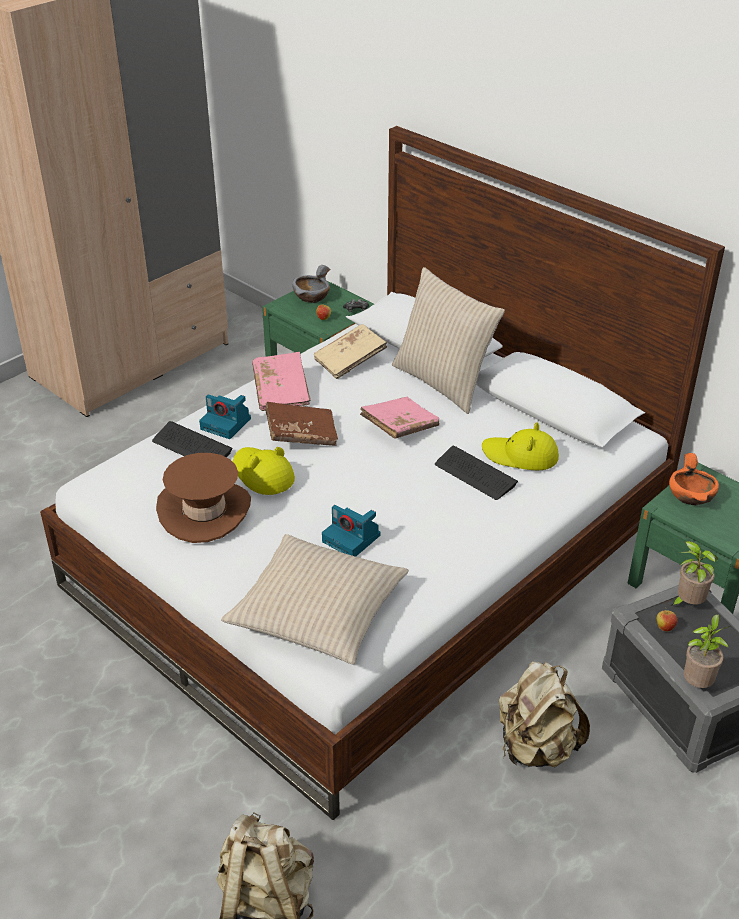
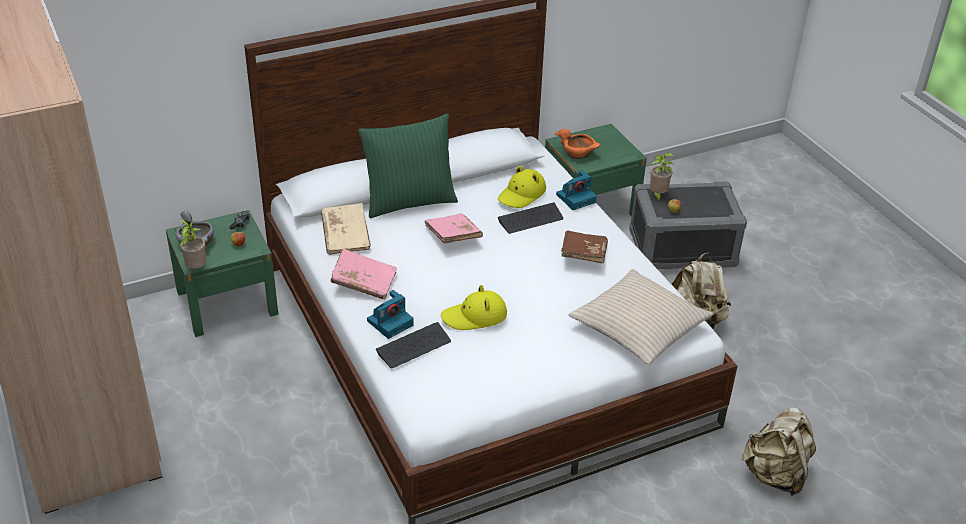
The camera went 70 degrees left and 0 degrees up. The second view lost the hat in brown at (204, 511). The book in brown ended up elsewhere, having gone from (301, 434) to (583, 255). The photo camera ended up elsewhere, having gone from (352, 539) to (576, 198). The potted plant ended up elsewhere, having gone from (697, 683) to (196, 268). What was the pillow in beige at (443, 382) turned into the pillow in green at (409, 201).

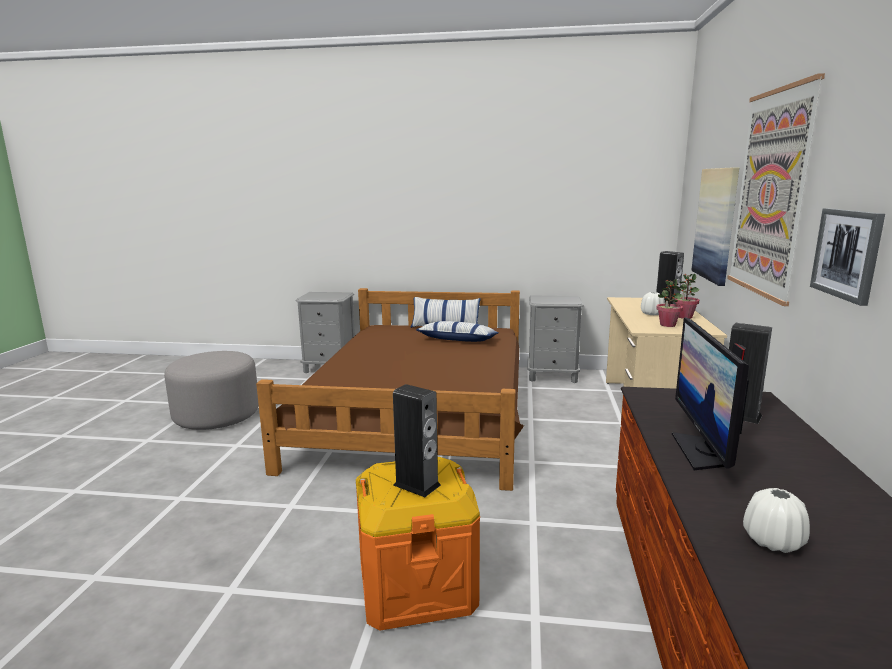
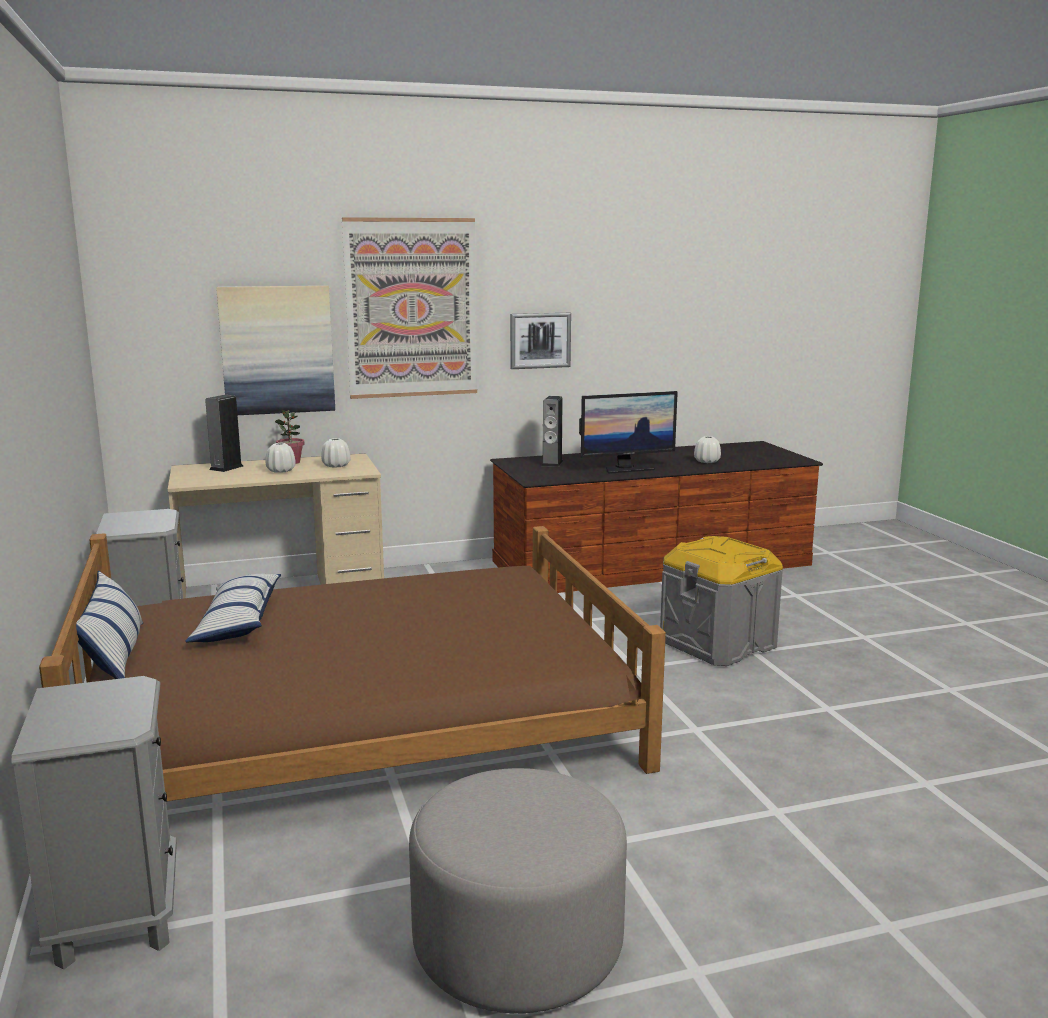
The camera went 115 degrees left and 0 degrees up. The second view lost the speaker at (417, 485). Where the potted plant stood at (667, 325), the vase in white came to stand at (336, 466). What was the storage box in orange at (417, 585) turned into the storage box in grey at (717, 643).

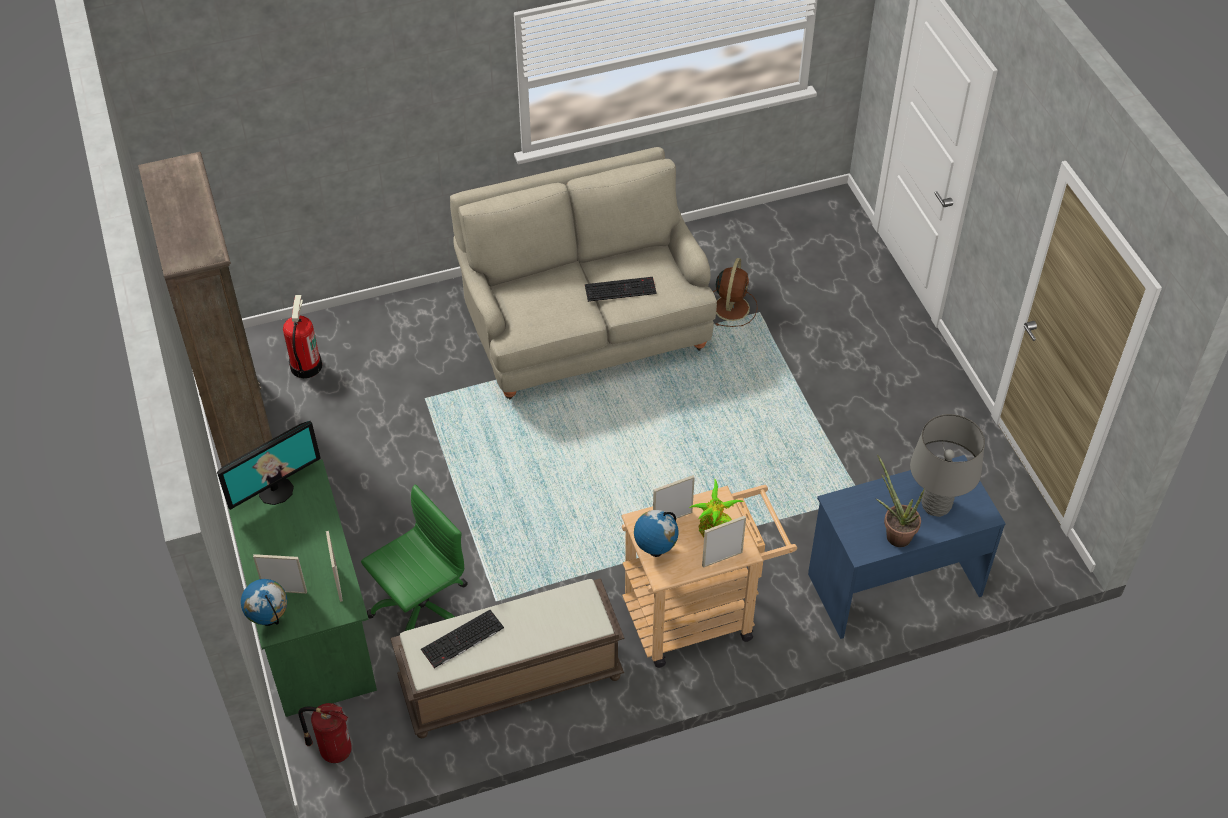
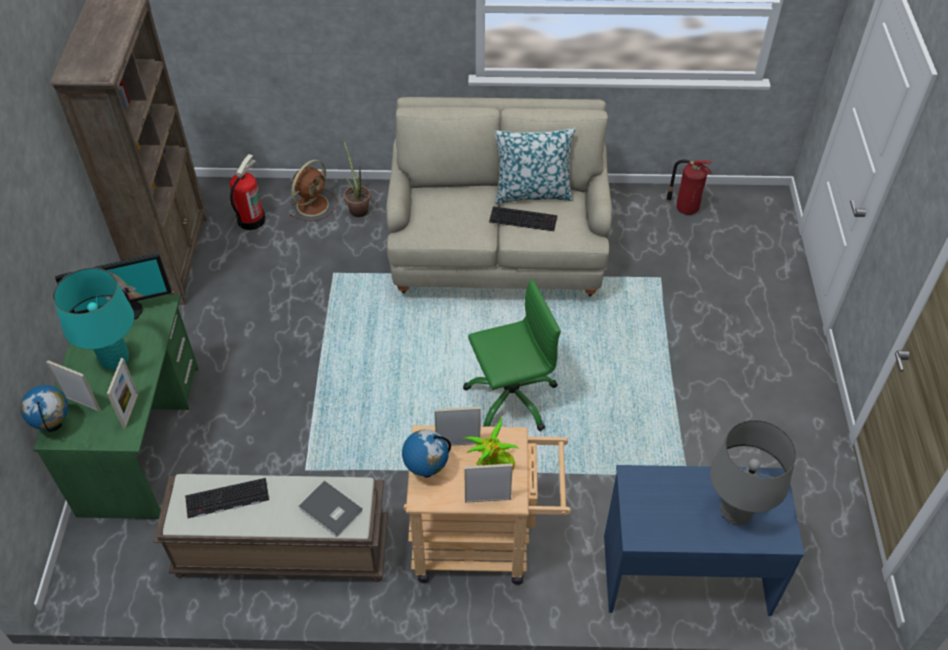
The camera went 20 degrees right and 0 degrees up. The second view gained the table lamp in turquoise at (115, 359). The second view gained the book in grey at (330, 511). The second view gained the pillow at (532, 192). The fire extinguisher ended up elsewhere, having gone from (334, 750) to (685, 207). The office chair in green ended up elsewhere, having gone from (422, 611) to (511, 398). The fan in brown ended up elsewhere, having gone from (732, 306) to (313, 204). The potted plant ended up elsewhere, having gone from (894, 533) to (357, 208).

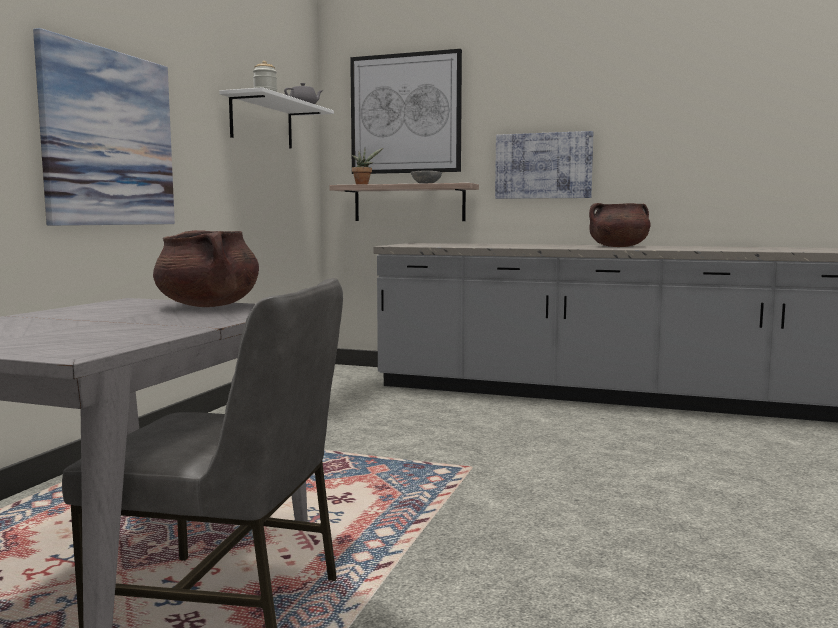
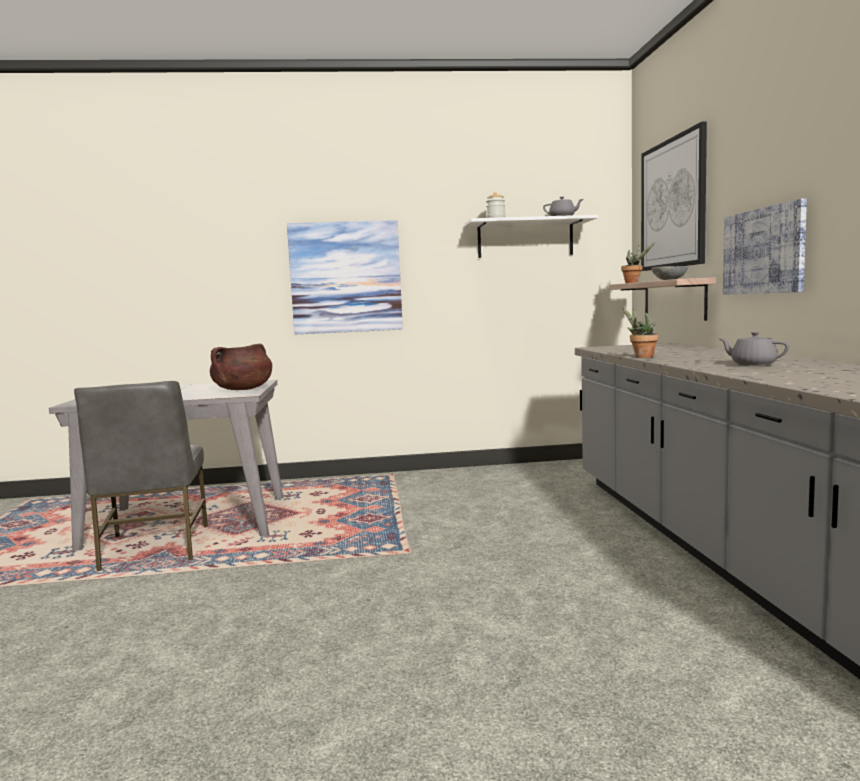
The camera went 65 degrees right and 0 degrees up. The second view gained the potted plant at (641, 357). Where the cooking pot in brown stood at (618, 247), the teapot in grey came to stand at (753, 364).

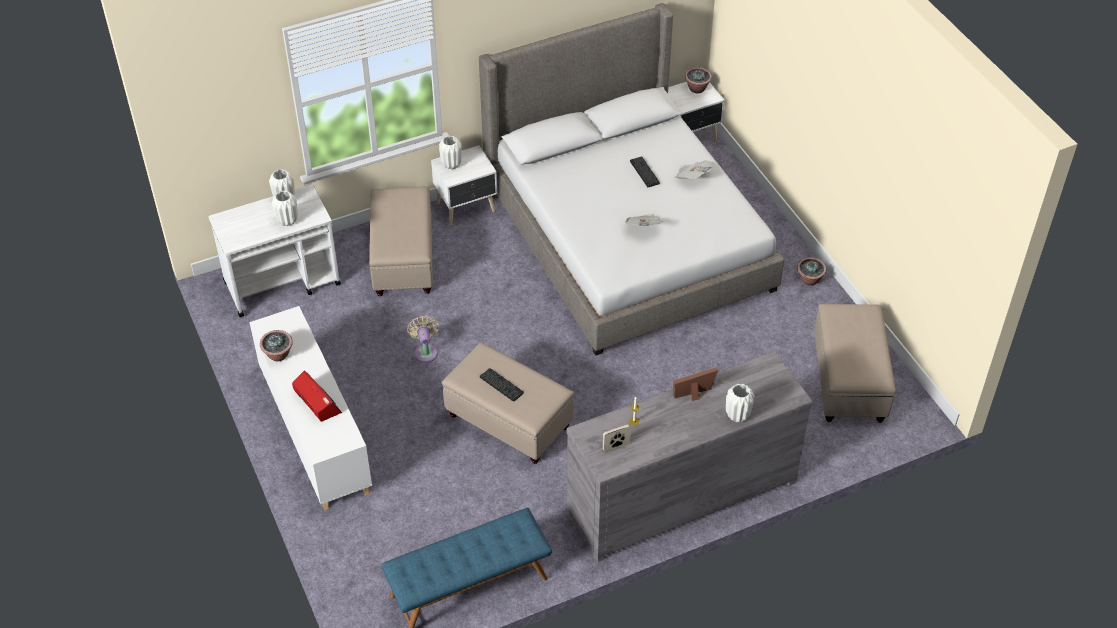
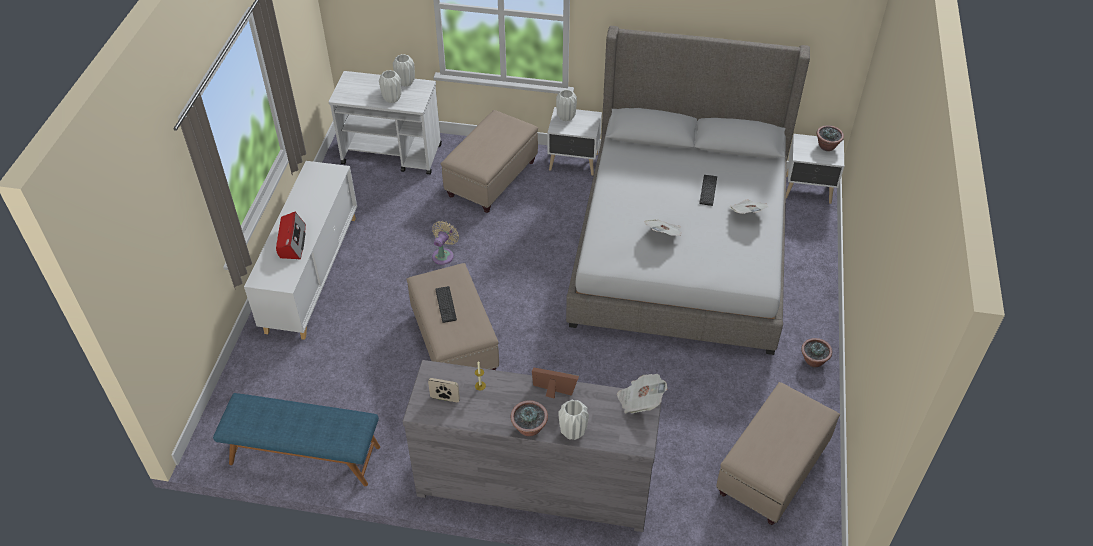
The camera went 35 degrees right and 0 degrees up. The second view gained the newspaper at (640, 401). The potted plant ended up elsewhere, having gone from (278, 355) to (529, 429).

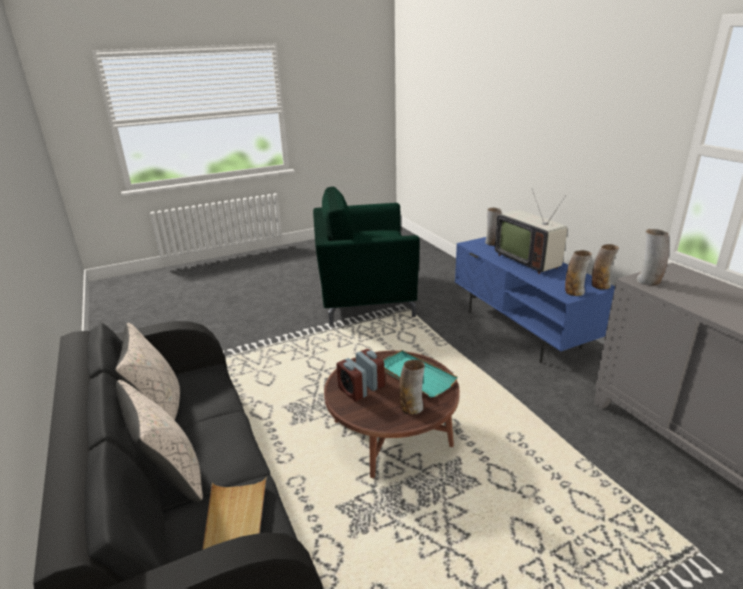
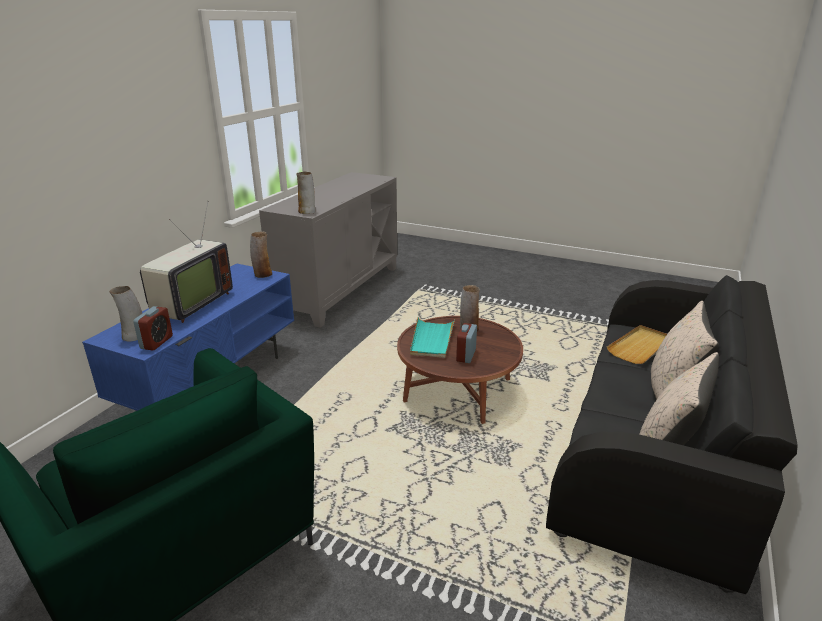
The camera went 130 degrees left and 0 degrees up. The second view lost the vase at (600, 286). The alarm clock ended up elsewhere, having gone from (352, 392) to (156, 342).

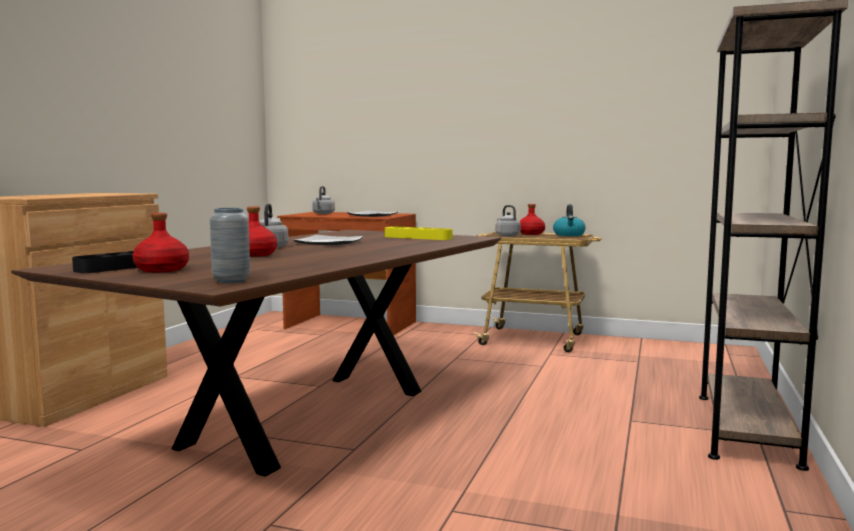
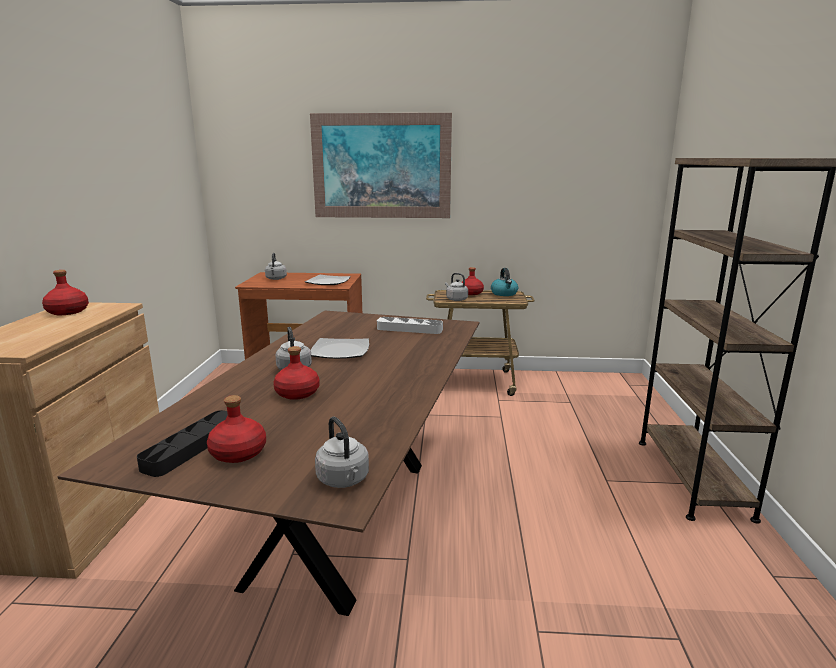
The camera went 15 degrees left and 10 degrees up. The second view gained the bottle in red at (67, 311). The second view gained the picture at (381, 166). Where the vase in grey stood at (231, 281), the kettle in grey came to stand at (344, 480). What was the tray in yellow at (418, 237) turned into the tray in grey at (409, 329).

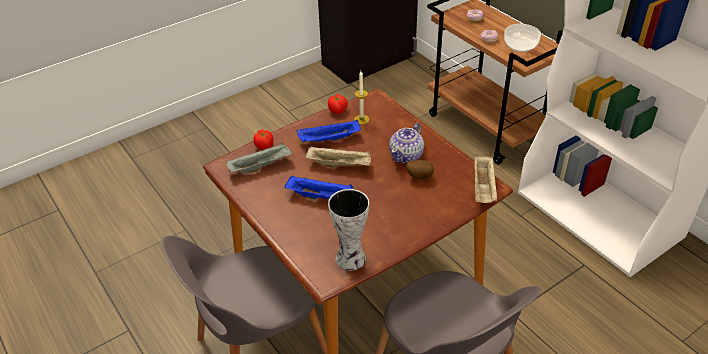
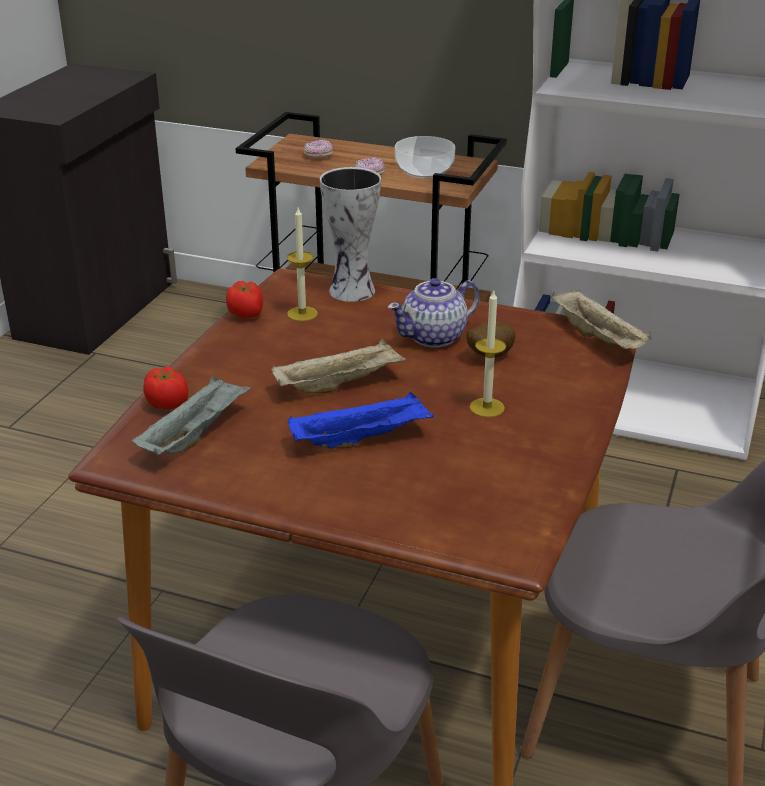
The camera went 35 degrees left and 10 degrees down. The second view lost the tray in blue at (328, 140). The second view gained the candle at (487, 407). The vase ended up elsewhere, having gone from (350, 260) to (353, 292). The teapot at (406, 155) ended up facing another way, 60 degrees clockwise from before.

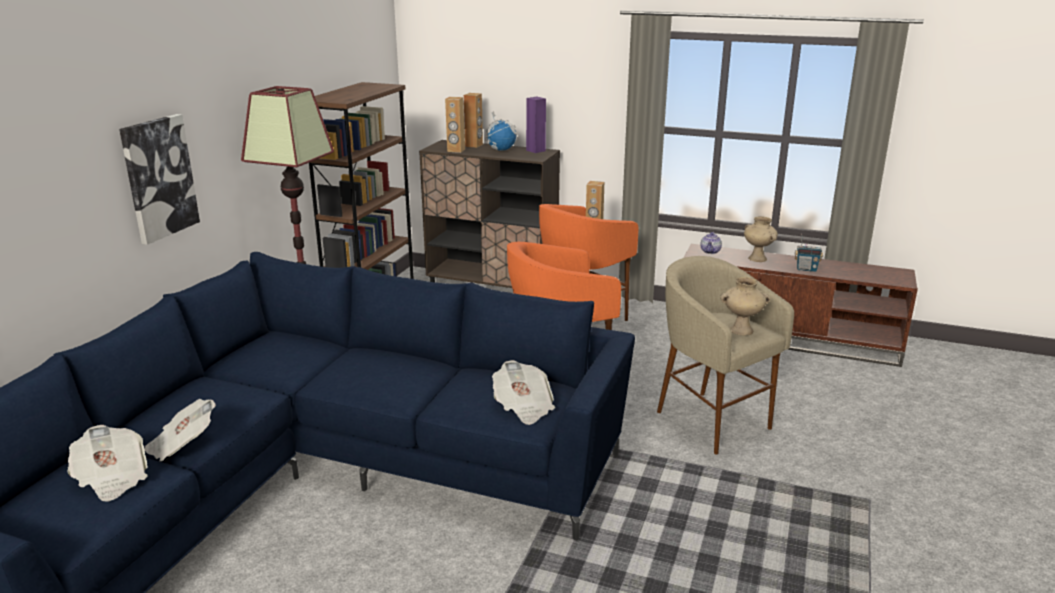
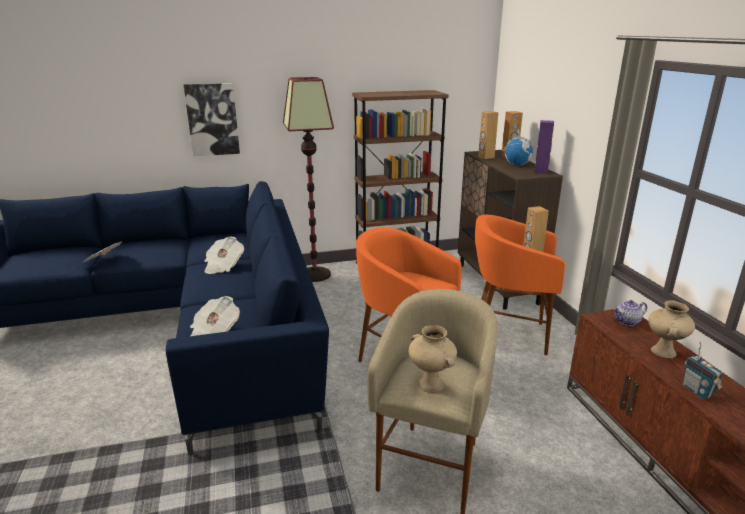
The camera went 55 degrees right and 0 degrees up. The newspaper ended up elsewhere, having gone from (112, 479) to (223, 266).

